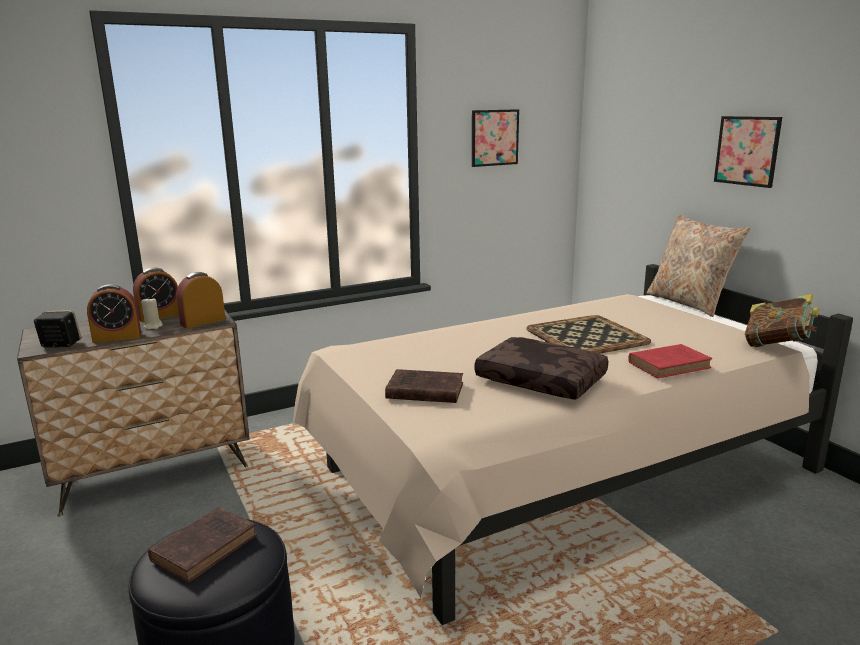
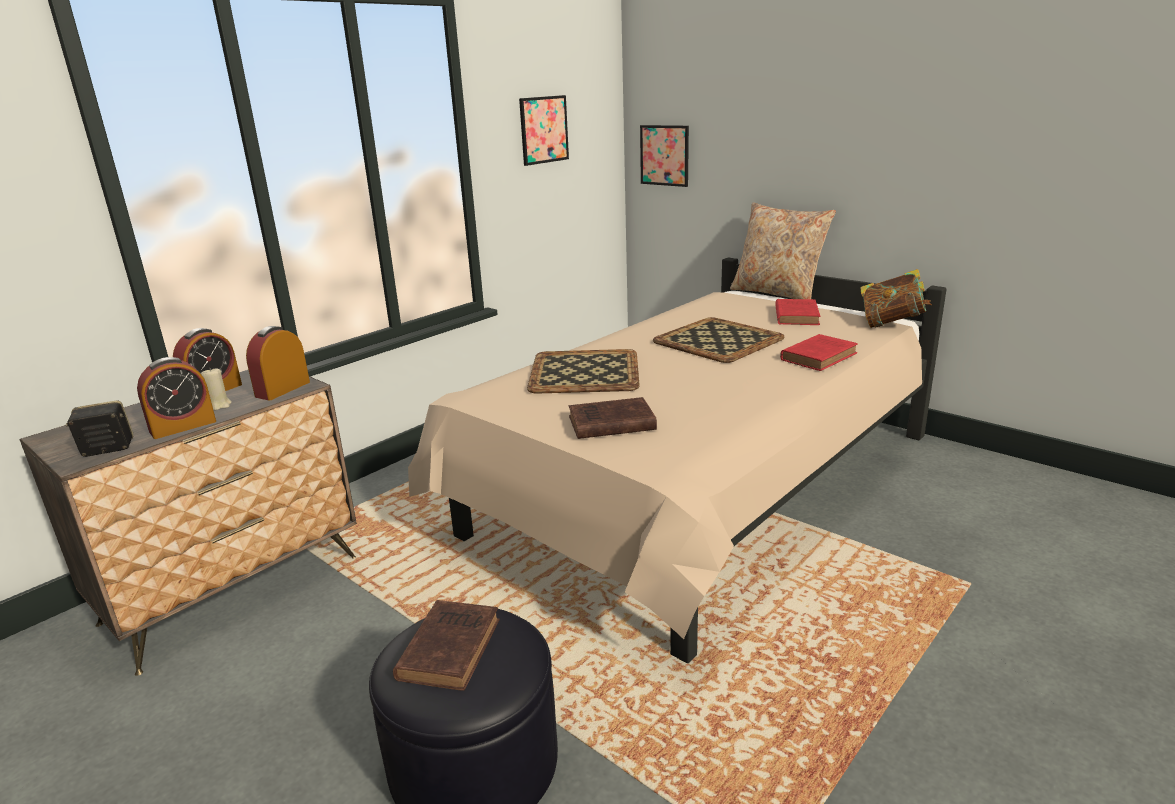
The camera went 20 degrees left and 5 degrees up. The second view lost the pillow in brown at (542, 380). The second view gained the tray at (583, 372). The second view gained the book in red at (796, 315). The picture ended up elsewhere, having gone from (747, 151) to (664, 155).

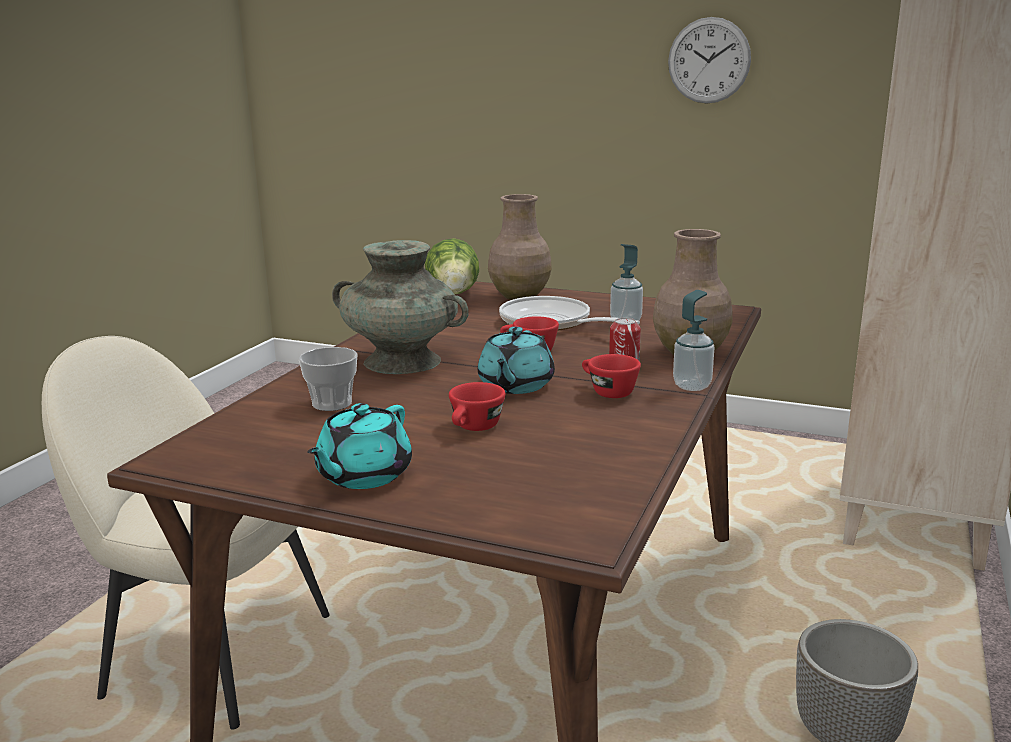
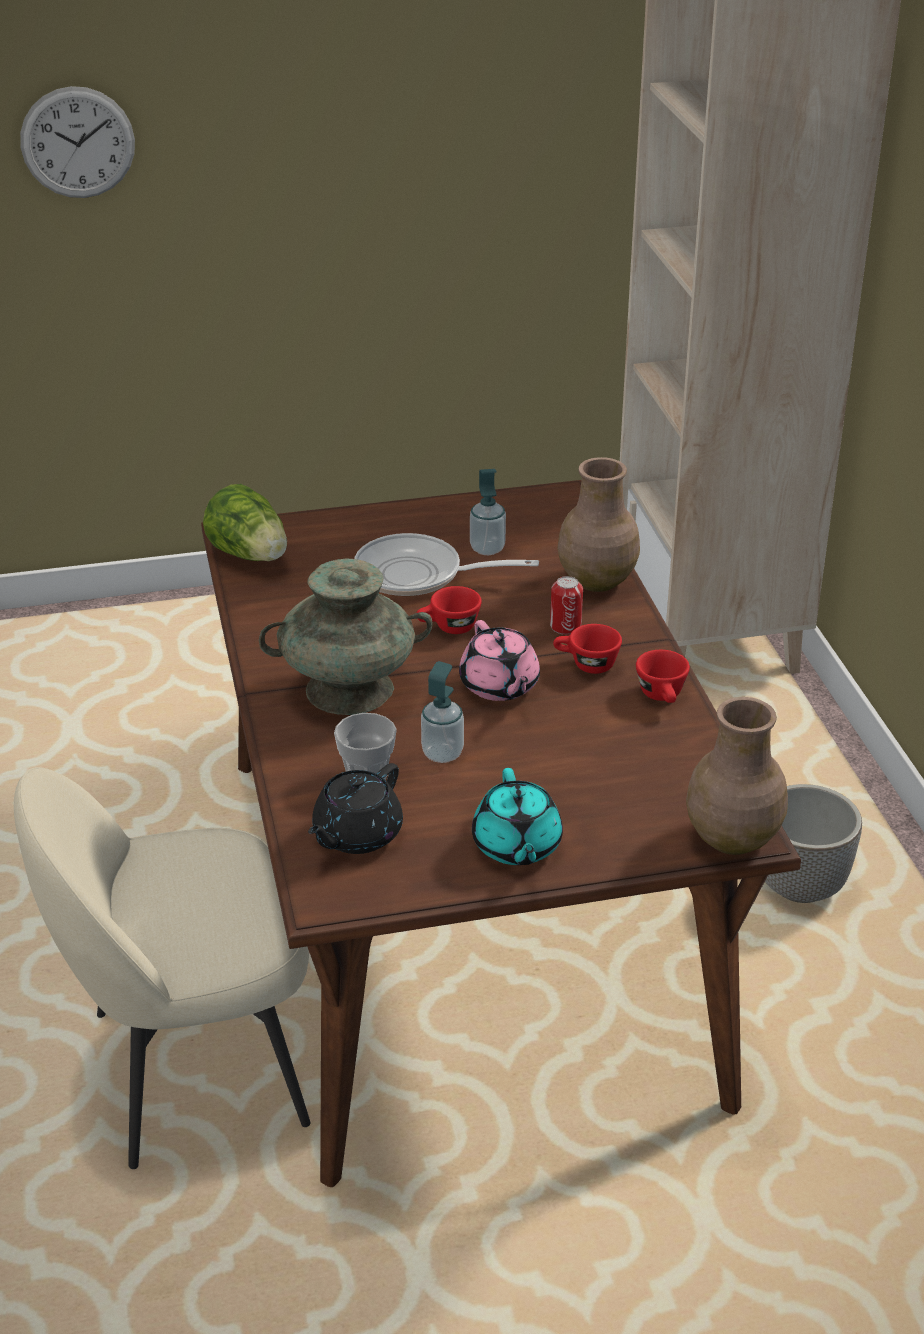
The camera went 35 degrees left and 15 degrees up. The second view gained the teapot in black at (356, 835). The cup in red ended up elsewhere, having gone from (474, 428) to (663, 696). The vase in brown ended up elsewhere, having gone from (519, 296) to (731, 839). The wall clock ended up elsewhere, having gone from (709, 60) to (77, 142). The soap dispenser ended up elsewhere, having gone from (692, 386) to (442, 753). What was the teapot in turquoise at (515, 386) turned into the teapot in pink at (499, 686).

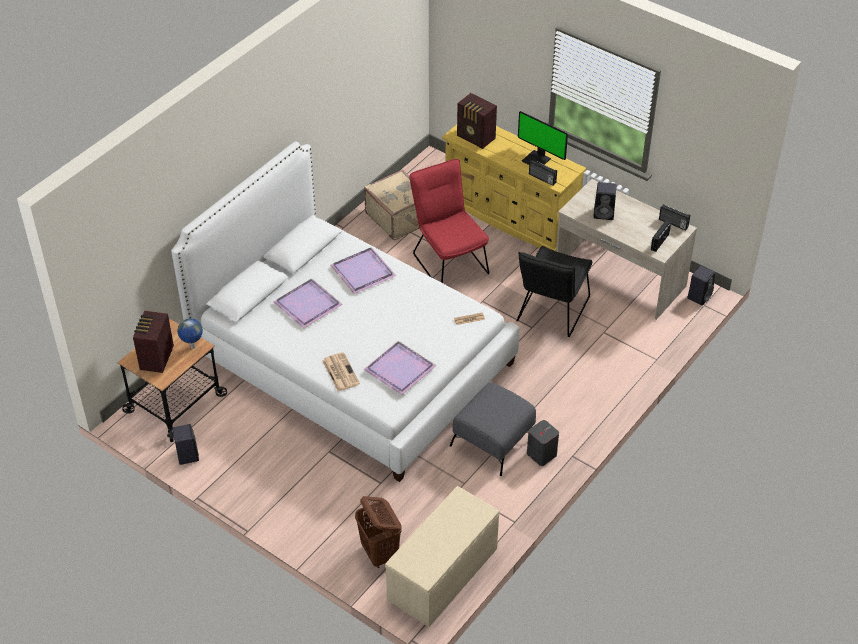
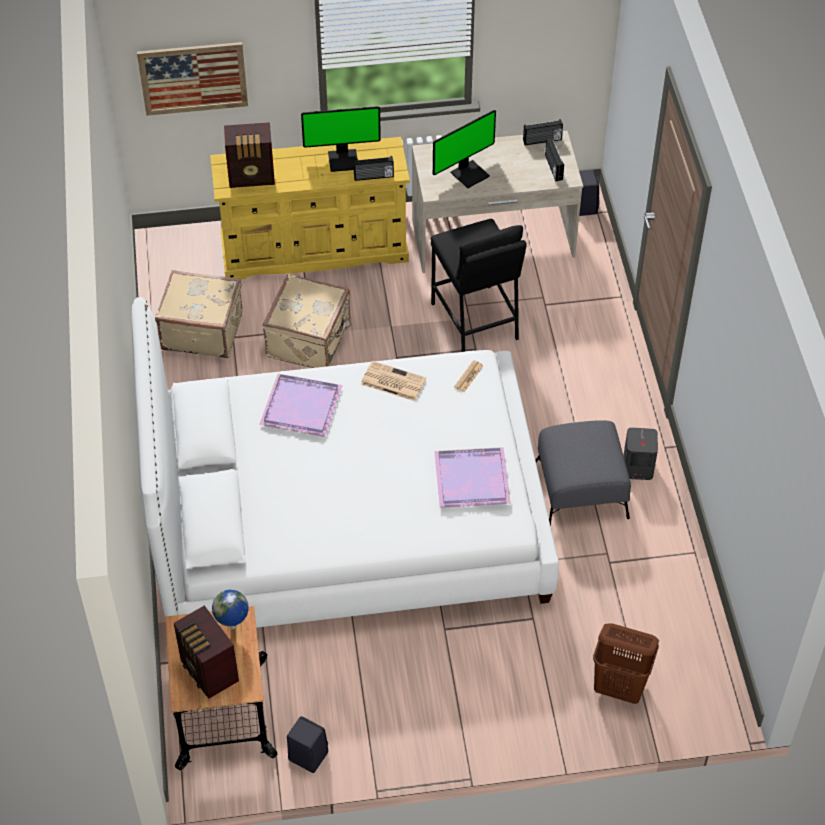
The camera went 45 degrees left and 5 degrees up. The second view lost the tray in purple at (307, 305). The second view lost the bench in beige at (443, 575). The second view gained the picture at (193, 78). The newspaper ended up elsewhere, having gone from (340, 372) to (392, 381). Where the chair in red stood at (448, 260), the suitcase in beige came to stand at (310, 339). Where the chair in black stood at (551, 313), the stool in black came to stand at (475, 321). Where the speaker in black stood at (604, 213), the monitor came to stand at (469, 173).

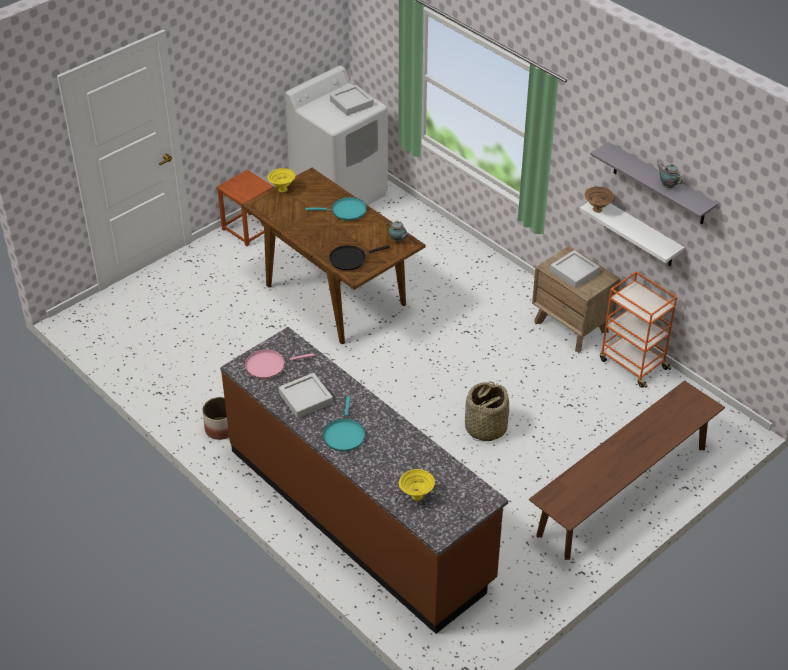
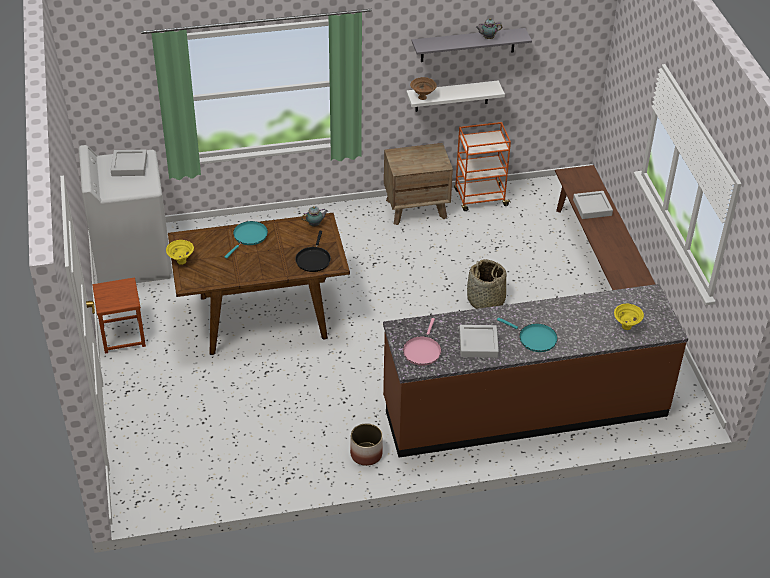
The camera went 60 degrees left and 0 degrees up. The tray in grey ended up elsewhere, having gone from (574, 272) to (592, 207).

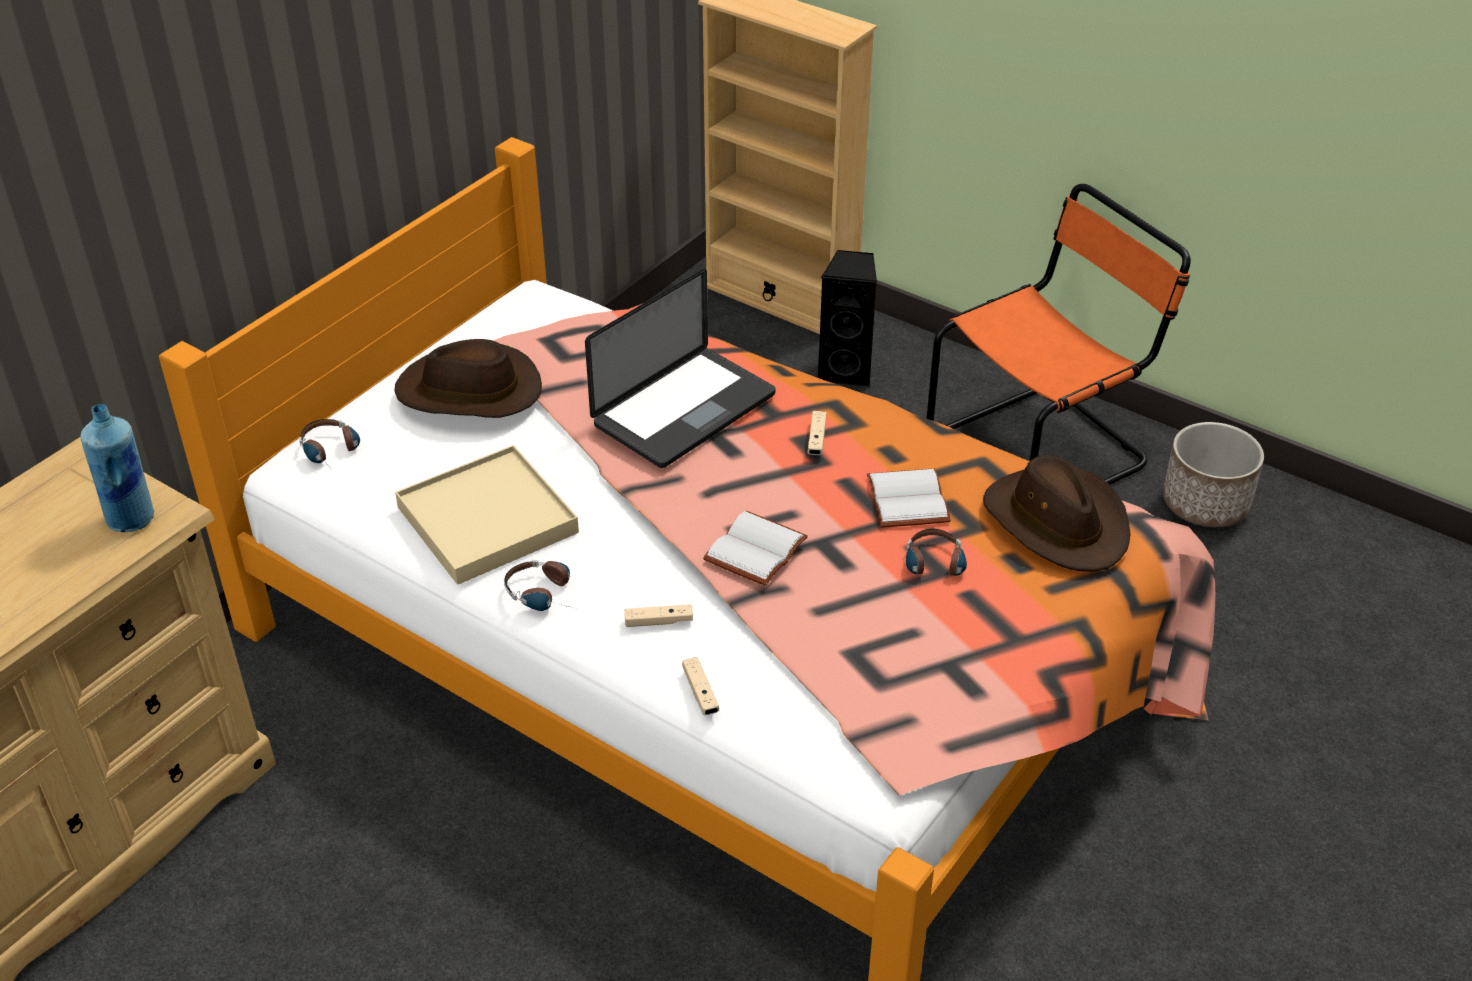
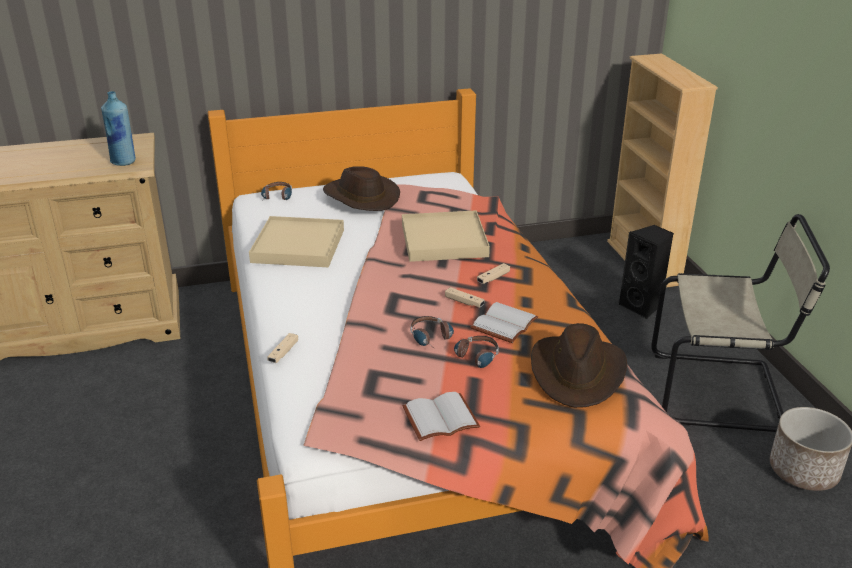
The camera went 40 degrees right and 10 degrees down. The headphones ended up elsewhere, having gone from (547, 594) to (433, 339). The game controller in beige ended up elsewhere, having gone from (658, 621) to (464, 302). The book in white ended up elsewhere, having gone from (757, 552) to (440, 420). Where the laptop stood at (684, 410), the tray in beige came to stand at (444, 240). What was the chair in orange at (1043, 449) turned into the chair in beige at (721, 392).

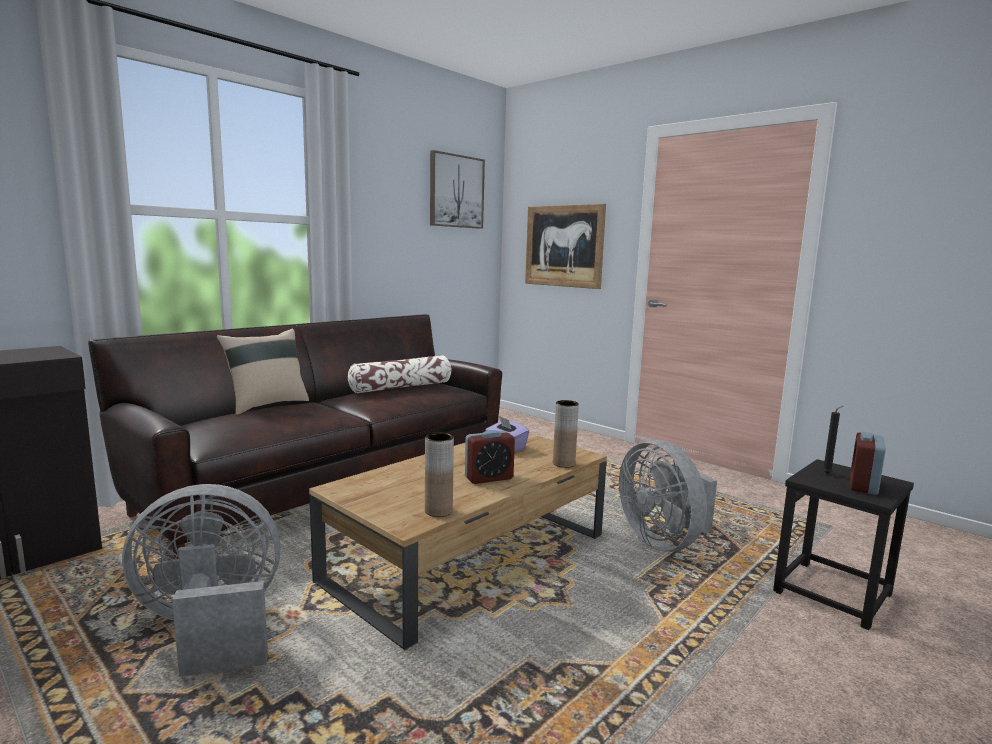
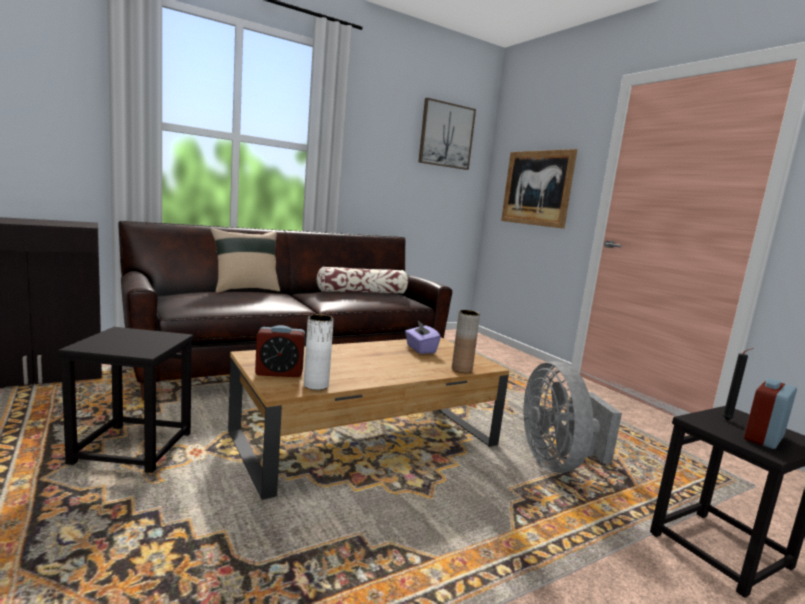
The camera went 15 degrees right and 0 degrees up. The alarm clock ended up elsewhere, having gone from (489, 478) to (279, 373). Where the fan in grey stood at (211, 628), the stool in black came to stand at (132, 449). What was the vase in brown at (438, 511) turned into the vase in white at (316, 385).

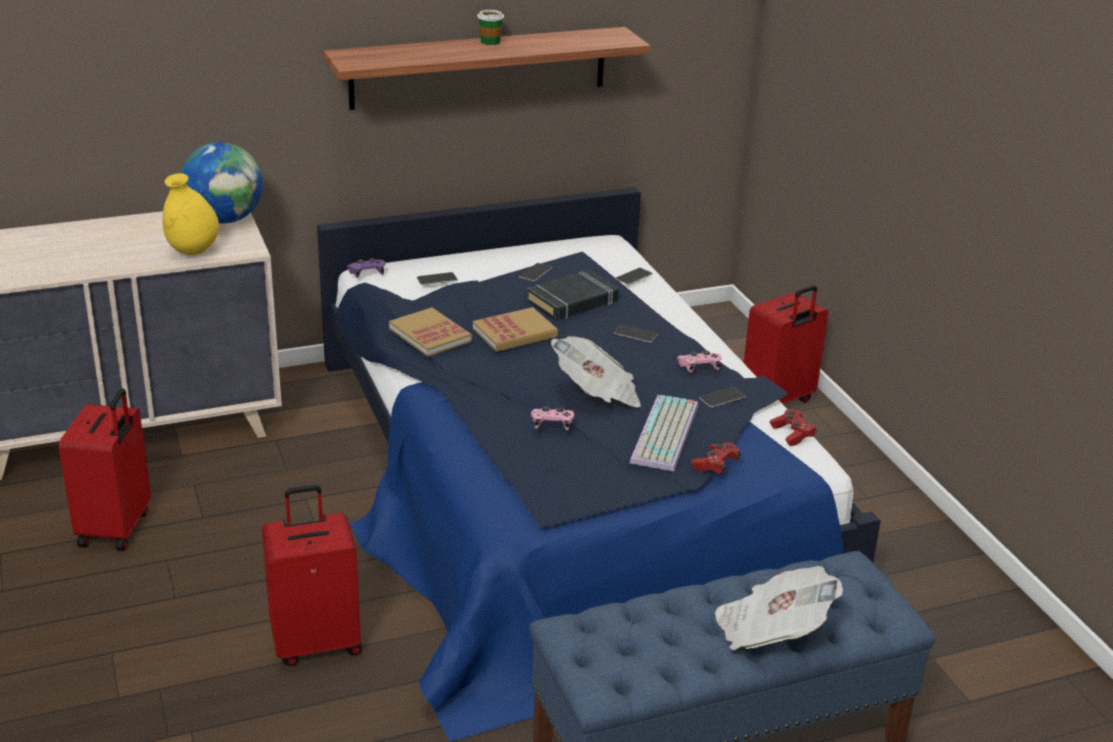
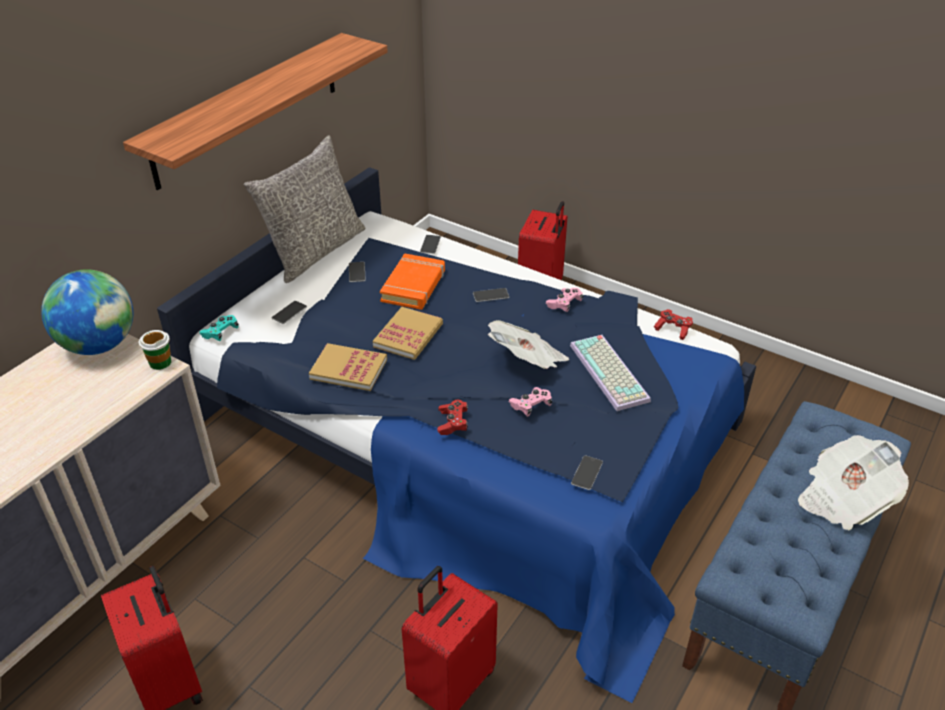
The camera went 35 degrees left and 10 degrees up. The second view lost the vase in yellow at (193, 251). The second view gained the pillow in grey at (315, 251). The cup ended up elsewhere, having gone from (490, 42) to (160, 362). The game controller in red ended up elsewhere, having gone from (715, 465) to (453, 423). The phone ended up elsewhere, having gone from (722, 397) to (587, 472). What was the game controller in purple at (367, 274) turned into the game controller in turquoise at (220, 333). What was the book in black at (573, 301) turned into the book in orange at (414, 286).

